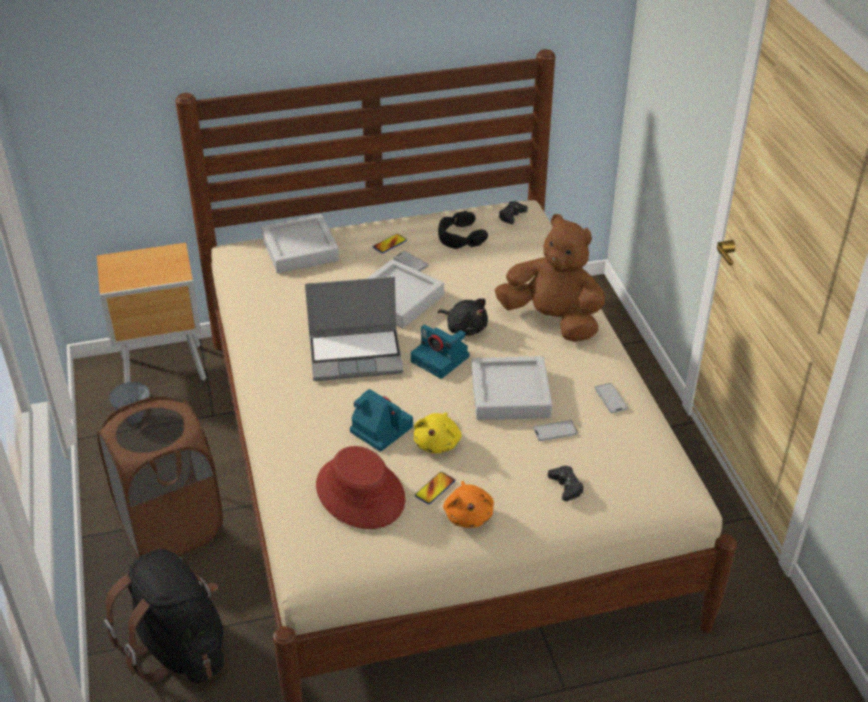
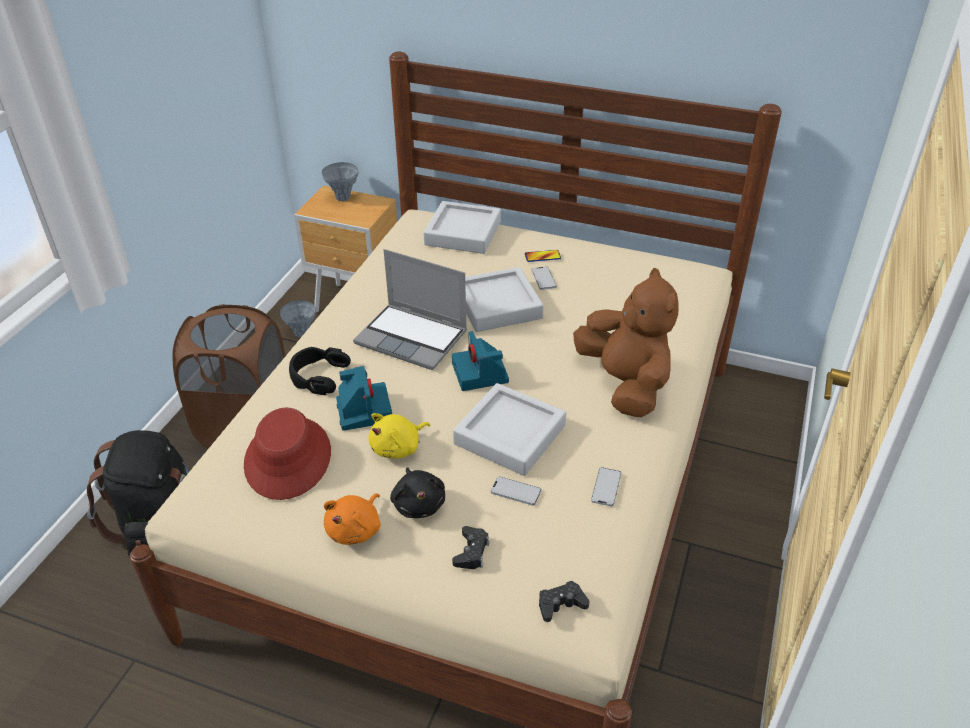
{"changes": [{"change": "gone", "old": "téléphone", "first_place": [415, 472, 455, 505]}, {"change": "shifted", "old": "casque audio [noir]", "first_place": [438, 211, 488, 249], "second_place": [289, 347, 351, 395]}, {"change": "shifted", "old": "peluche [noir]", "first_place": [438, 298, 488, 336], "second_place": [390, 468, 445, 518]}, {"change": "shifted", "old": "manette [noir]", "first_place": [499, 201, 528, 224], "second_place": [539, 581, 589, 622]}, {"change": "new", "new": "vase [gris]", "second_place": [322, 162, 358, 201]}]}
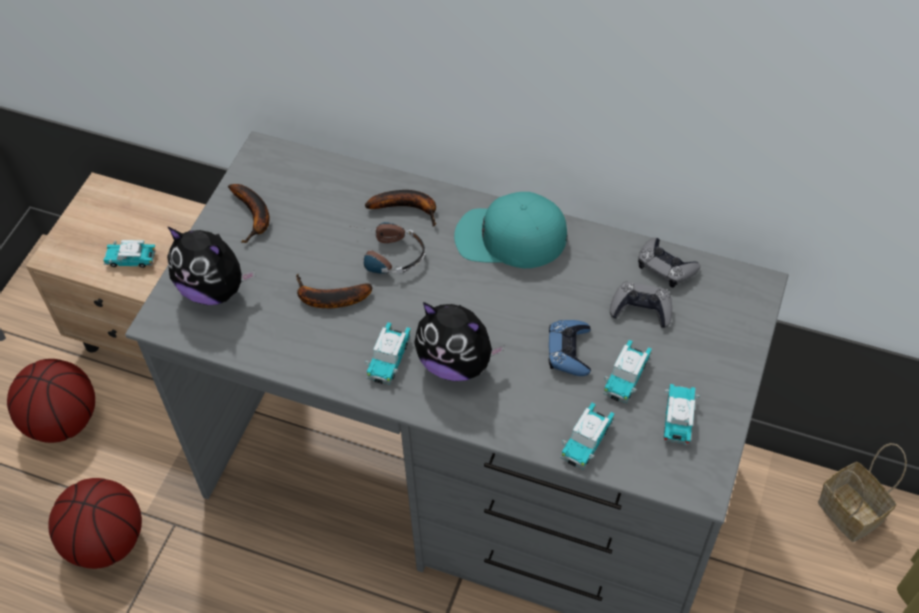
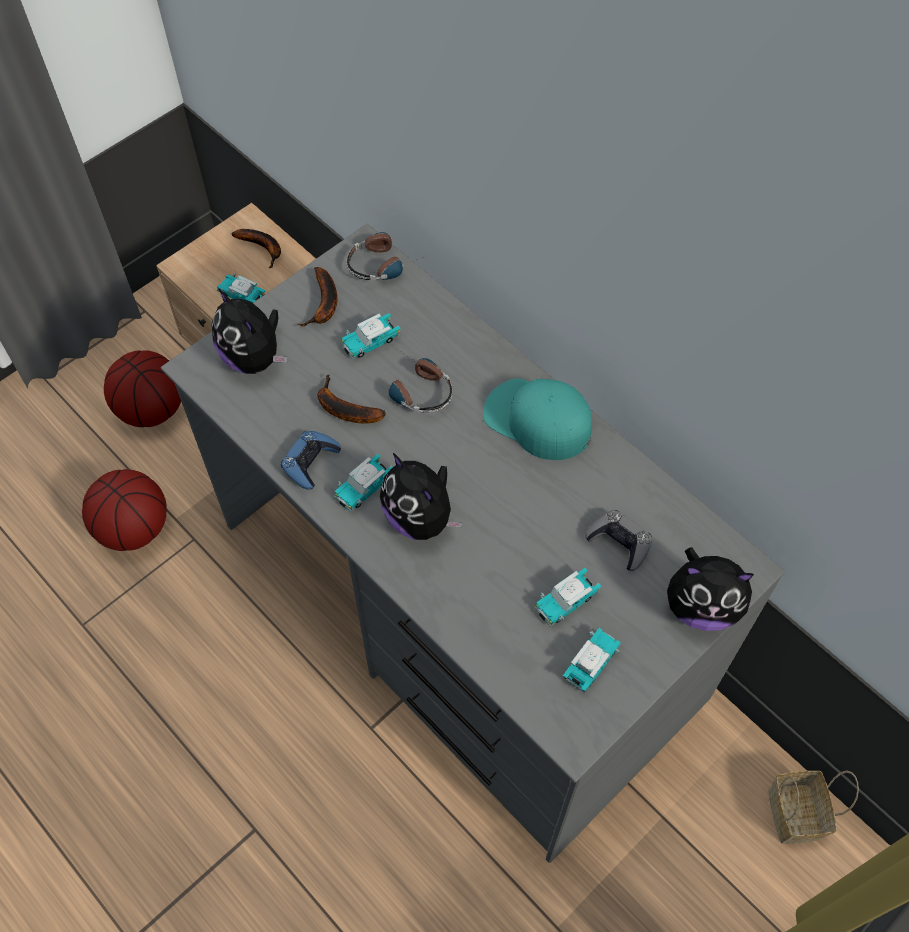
{"changes": [{"change": "shifted", "old": "banane", "first_place": [365, 190, 436, 227], "second_place": [231, 229, 281, 269]}, {"change": "shifted", "old": "manette [bleu]", "first_place": [549, 320, 591, 376], "second_place": [281, 431, 341, 490]}, {"change": "shifted", "old": "petite voiture", "first_place": [560, 403, 614, 469], "second_place": [341, 313, 401, 359]}, {"change": "gone", "old": "manette [gris]", "first_place": [638, 238, 700, 288]}, {"change": "new", "new": "casque audio", "second_place": [346, 232, 424, 281]}, {"change": "new", "new": "peluche", "second_place": [667, 547, 754, 631]}]}
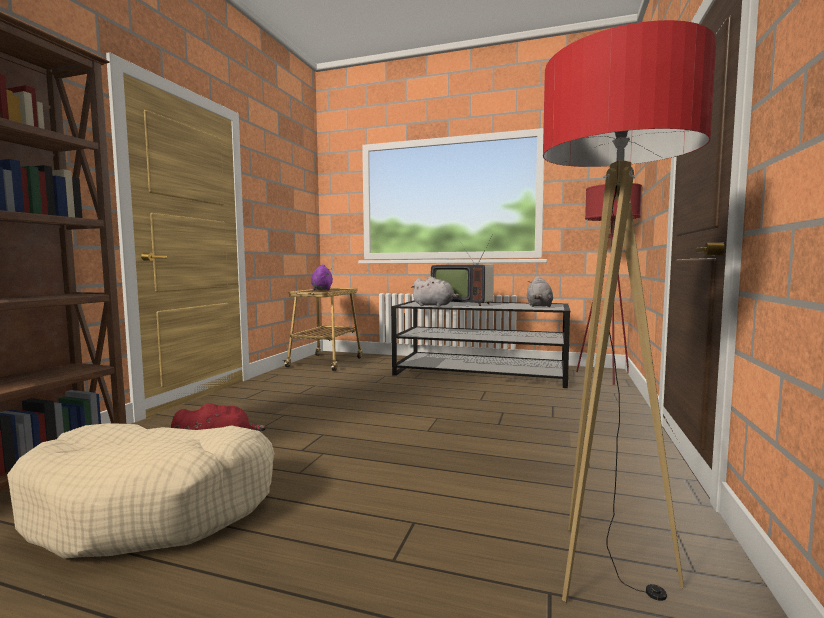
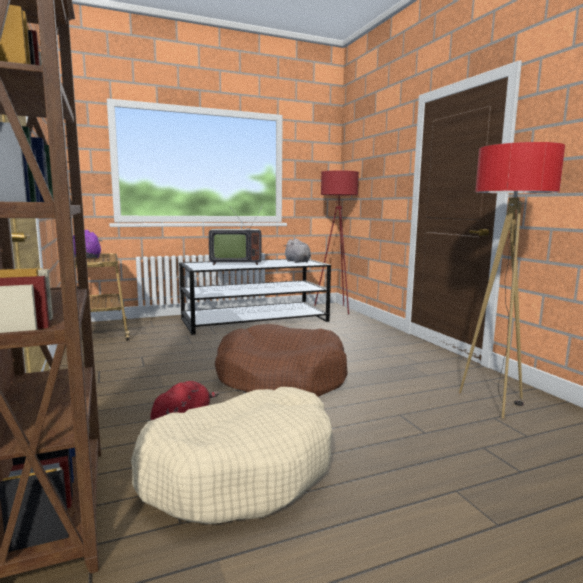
{"changes": [{"change": "gone", "old": "peluche [gris]", "first_place": [411, 276, 460, 307]}, {"change": "new", "new": "panier pour chien [marron]", "second_place": [215, 324, 348, 397]}]}
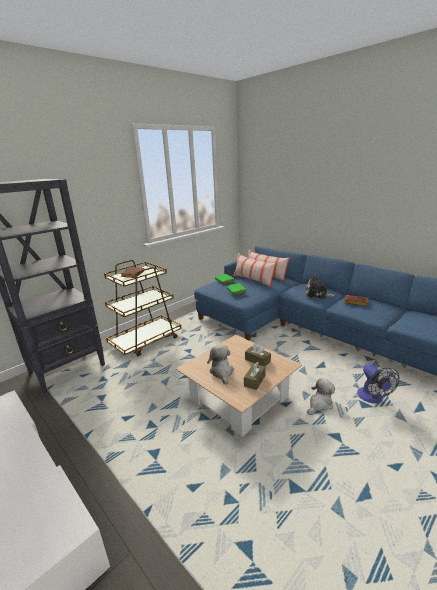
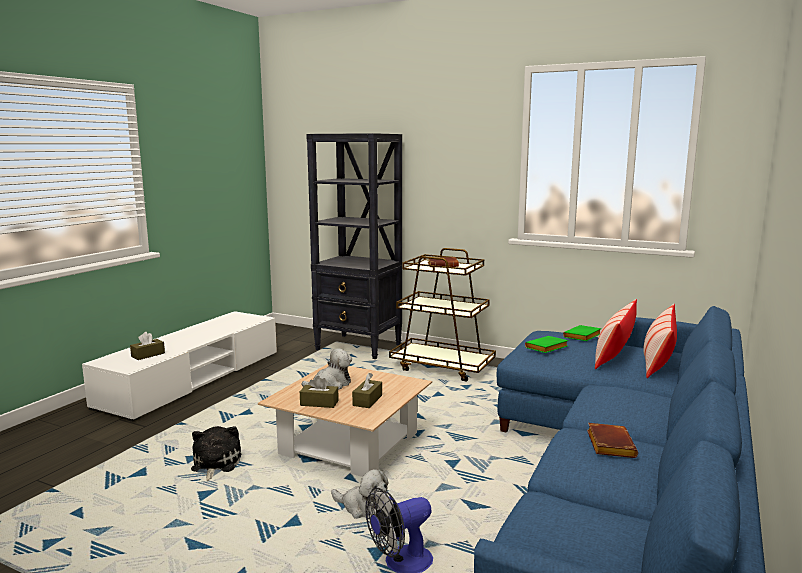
{"changes": [{"change": "shifted", "old": "peluche", "first_place": [306, 274, 336, 299], "second_place": [191, 426, 241, 481]}, {"change": "new", "new": "boîte à mouchoirs [marron]", "second_place": [130, 332, 165, 360]}]}
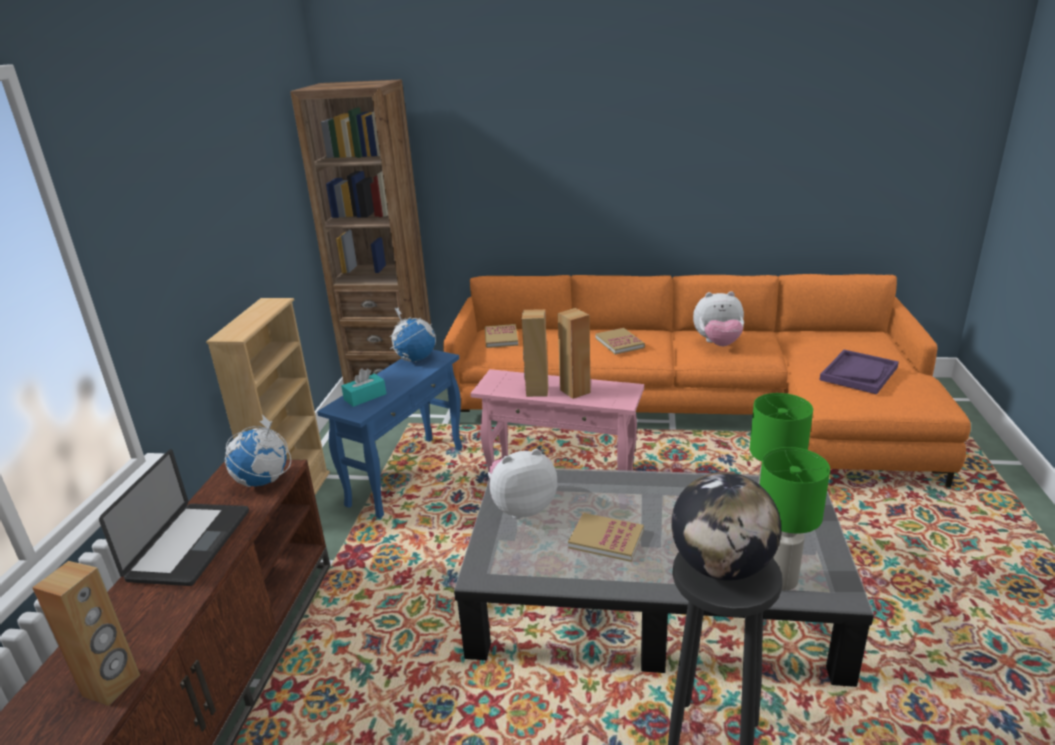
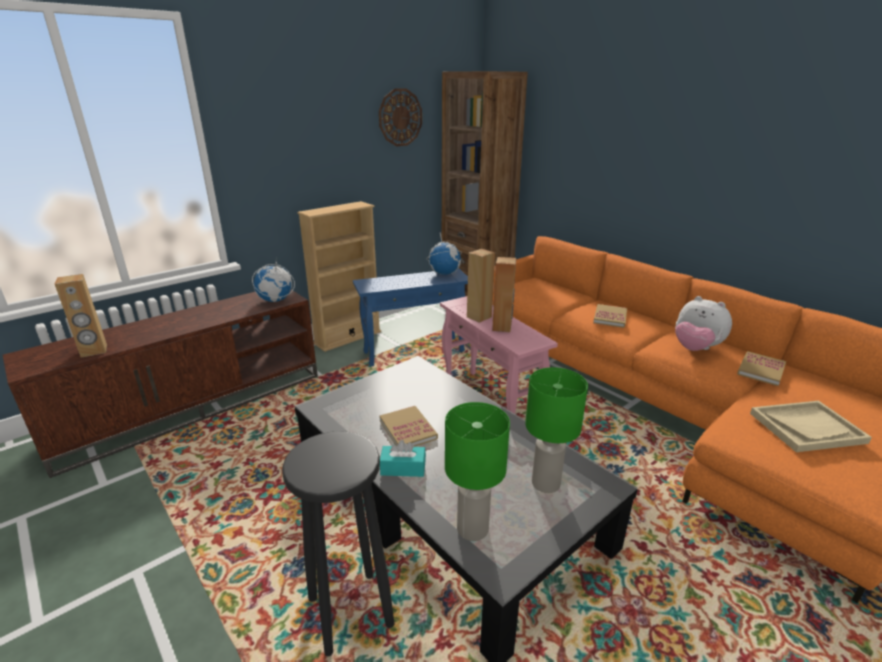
{"changes": [{"change": "gone", "old": "ordinateur portable", "first_place": [99, 449, 249, 586]}, {"change": "shifted", "old": "boîte à mouchoirs [turquoise]", "first_place": [341, 369, 386, 407], "second_place": [380, 440, 426, 477]}, {"change": "shifted", "old": "livre", "first_place": [485, 324, 518, 348], "second_place": [737, 352, 786, 386]}, {"change": "gone", "old": "peluche", "first_place": [488, 449, 557, 519]}, {"change": "gone", "old": "globe", "first_place": [671, 472, 781, 581]}, {"change": "repainted", "old": "plateau [violet]", "new": "plateau [beige]", "first_place": [820, 350, 899, 394], "second_place": [750, 401, 872, 452]}, {"change": "new", "new": "horloge murale", "second_place": [379, 88, 422, 146]}]}
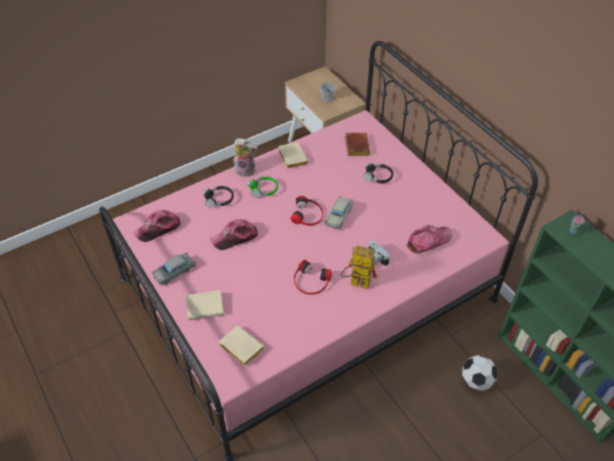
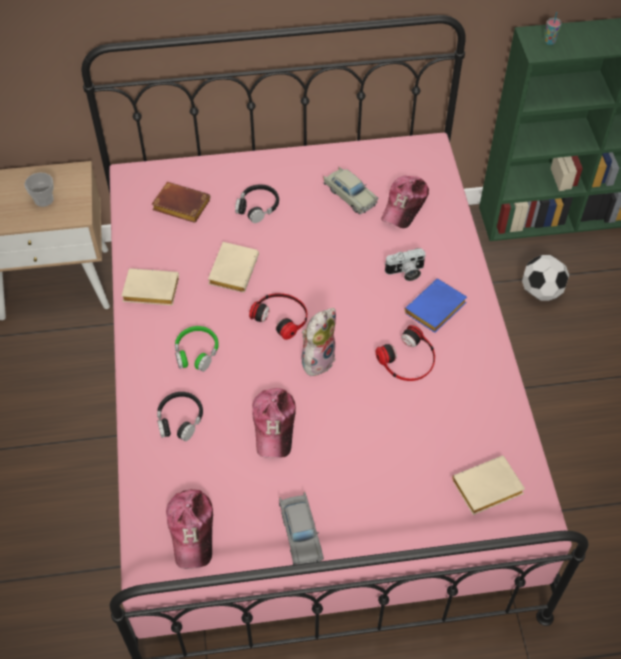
{"changes": [{"change": "shifted", "old": "livre [beige]", "first_place": [185, 290, 224, 320], "second_place": [208, 242, 259, 292]}, {"change": "shifted", "old": "peluche", "first_place": [233, 138, 258, 177], "second_place": [302, 308, 336, 376]}, {"change": "shifted", "old": "petite voiture [beige]", "first_place": [325, 196, 353, 229], "second_place": [324, 167, 378, 214]}, {"change": "swapped", "old": "robot jouet", "new": "livre [bleu]", "first_place": [341, 246, 377, 289], "second_place": [404, 279, 467, 333]}, {"change": "rotated", "old": "casquette", "first_place": [407, 225, 452, 254], "second_place": [381, 176, 429, 228], "degrees": -150}]}
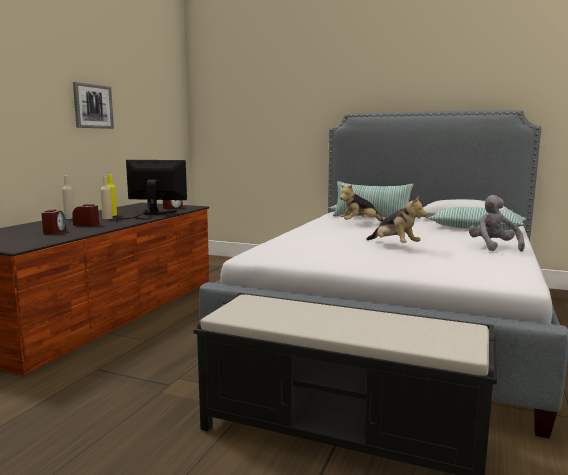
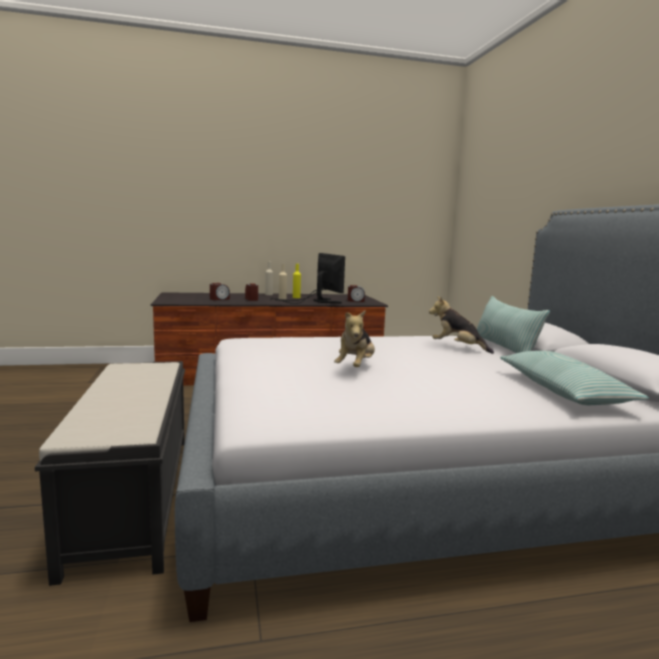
{"changes": [{"change": "gone", "old": "tableau", "first_place": [73, 82, 114, 129]}, {"change": "gone", "old": "peluche [gris]", "first_place": [469, 195, 525, 252]}]}
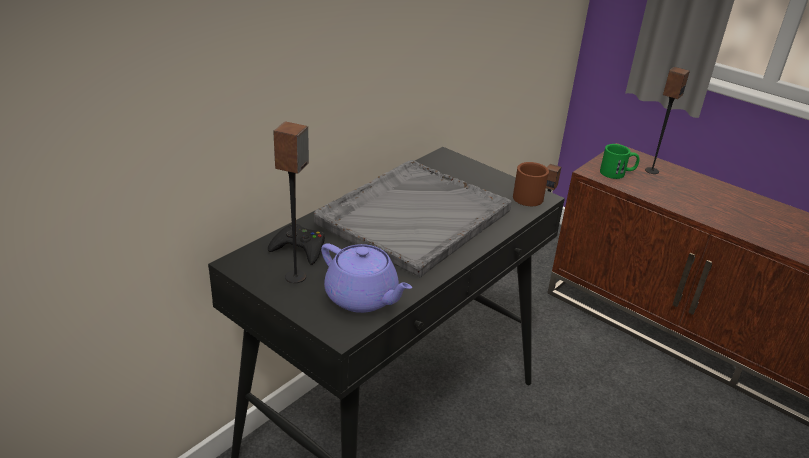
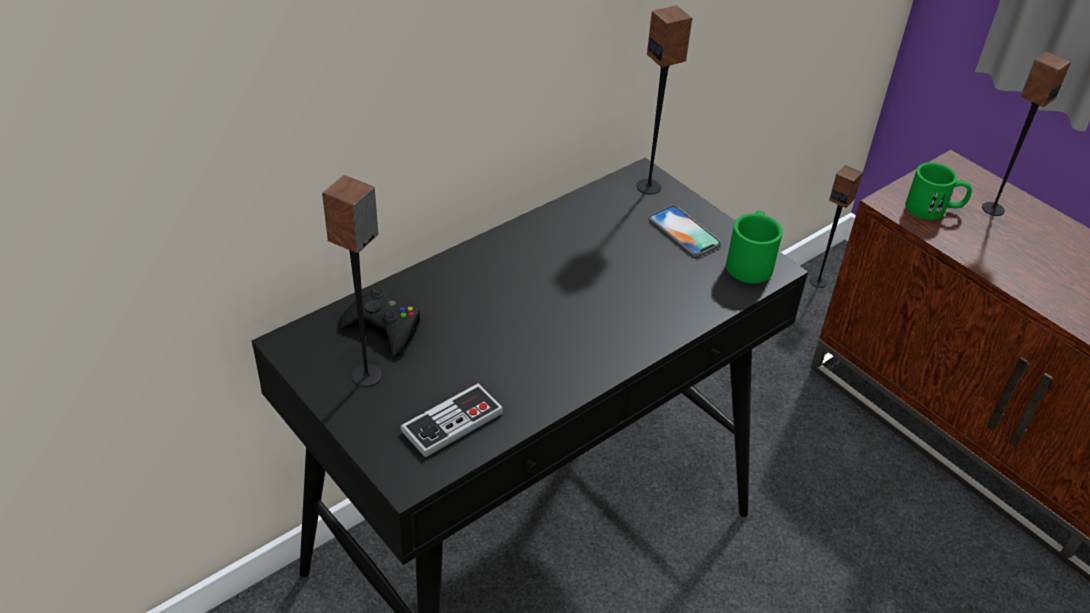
{"changes": [{"change": "gone", "old": "plateau [gris]", "first_place": [314, 160, 512, 278]}, {"change": "swapped", "old": "théière [violet]", "new": "manette", "first_place": [321, 243, 412, 313], "second_place": [400, 383, 504, 458]}, {"change": "repainted", "old": "mug [marron]", "new": "mug [vert]", "first_place": [513, 162, 549, 206], "second_place": [726, 211, 783, 283]}, {"change": "new", "new": "enceinte", "second_place": [637, 6, 692, 195]}, {"change": "new", "new": "téléphone", "second_place": [649, 205, 721, 257]}]}
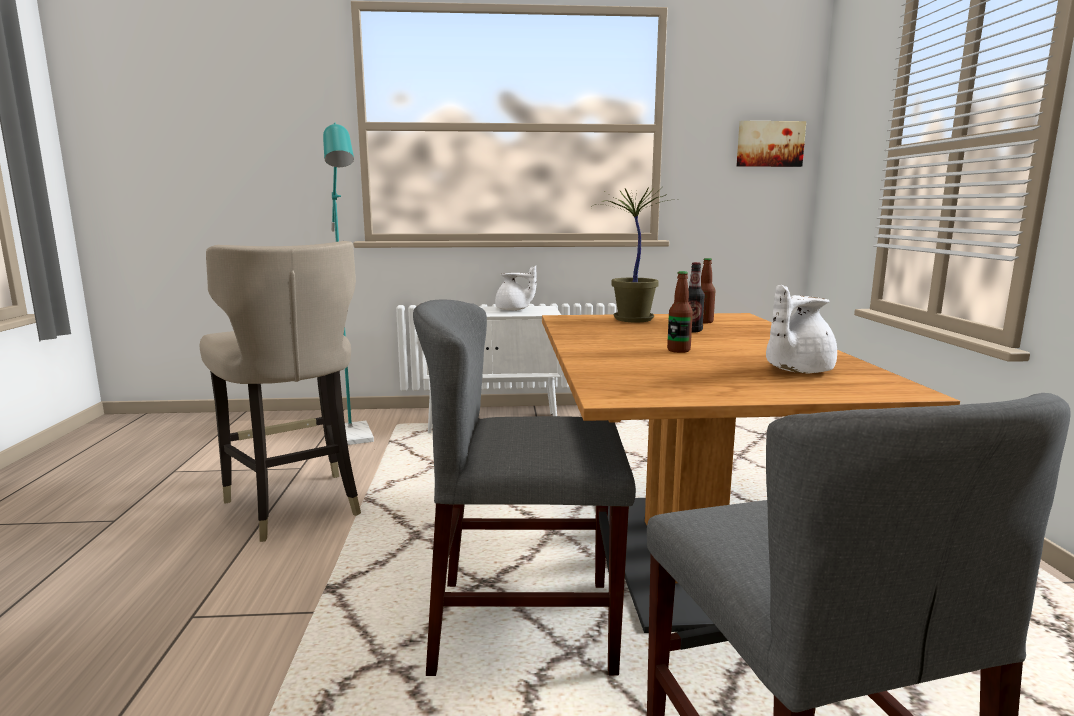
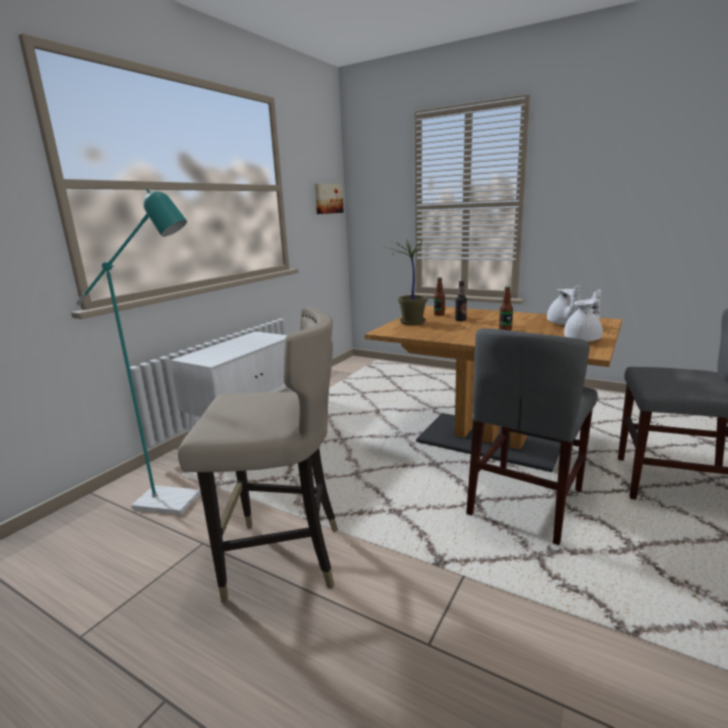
{"changes": [{"change": "shifted", "old": "théière [blanc]", "first_place": [495, 265, 537, 311], "second_place": [564, 289, 603, 342]}]}
